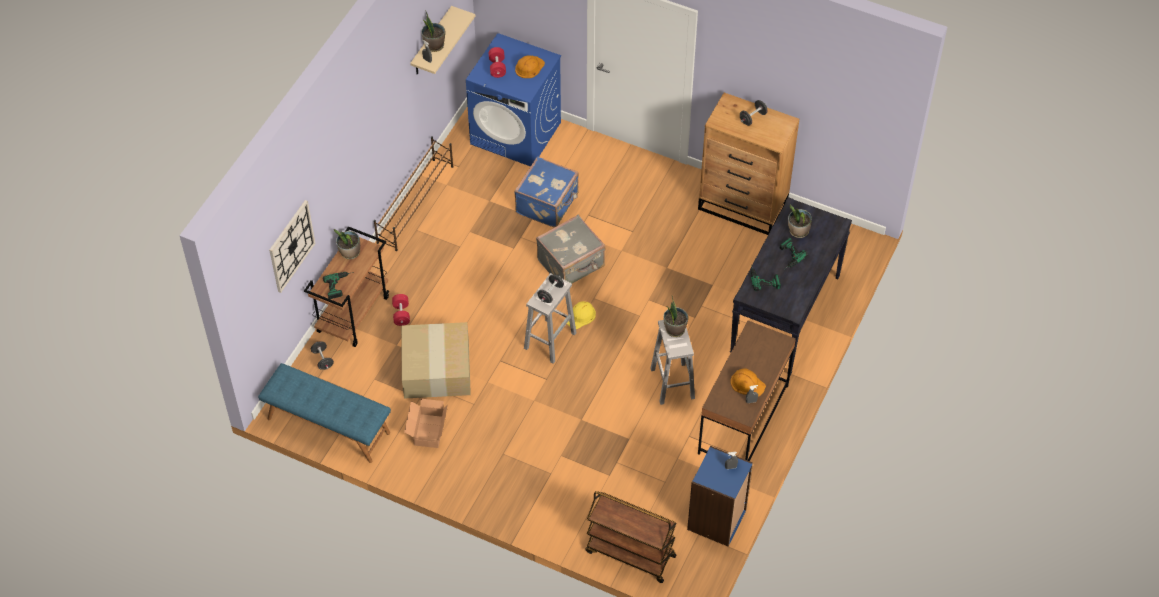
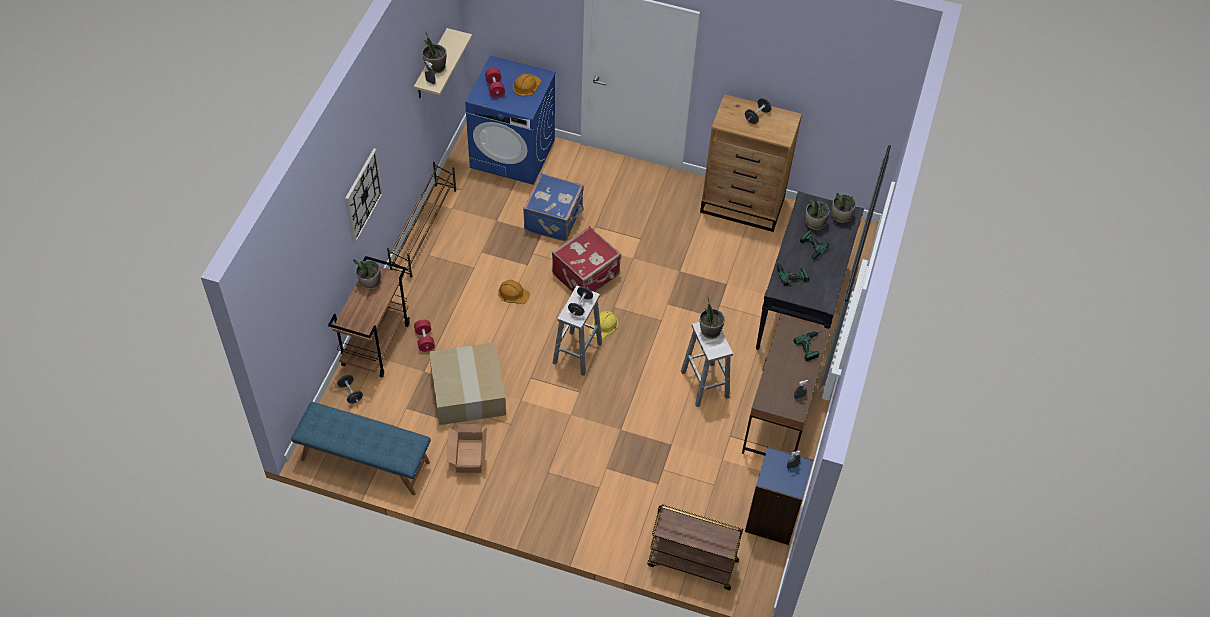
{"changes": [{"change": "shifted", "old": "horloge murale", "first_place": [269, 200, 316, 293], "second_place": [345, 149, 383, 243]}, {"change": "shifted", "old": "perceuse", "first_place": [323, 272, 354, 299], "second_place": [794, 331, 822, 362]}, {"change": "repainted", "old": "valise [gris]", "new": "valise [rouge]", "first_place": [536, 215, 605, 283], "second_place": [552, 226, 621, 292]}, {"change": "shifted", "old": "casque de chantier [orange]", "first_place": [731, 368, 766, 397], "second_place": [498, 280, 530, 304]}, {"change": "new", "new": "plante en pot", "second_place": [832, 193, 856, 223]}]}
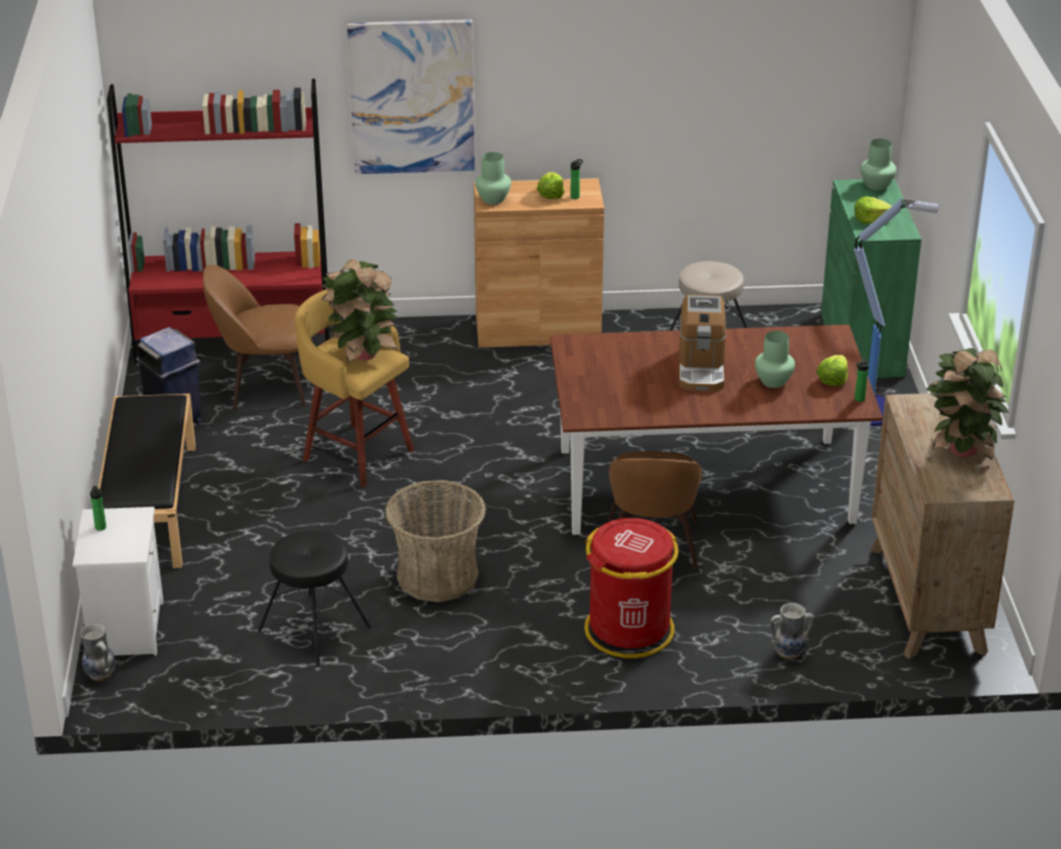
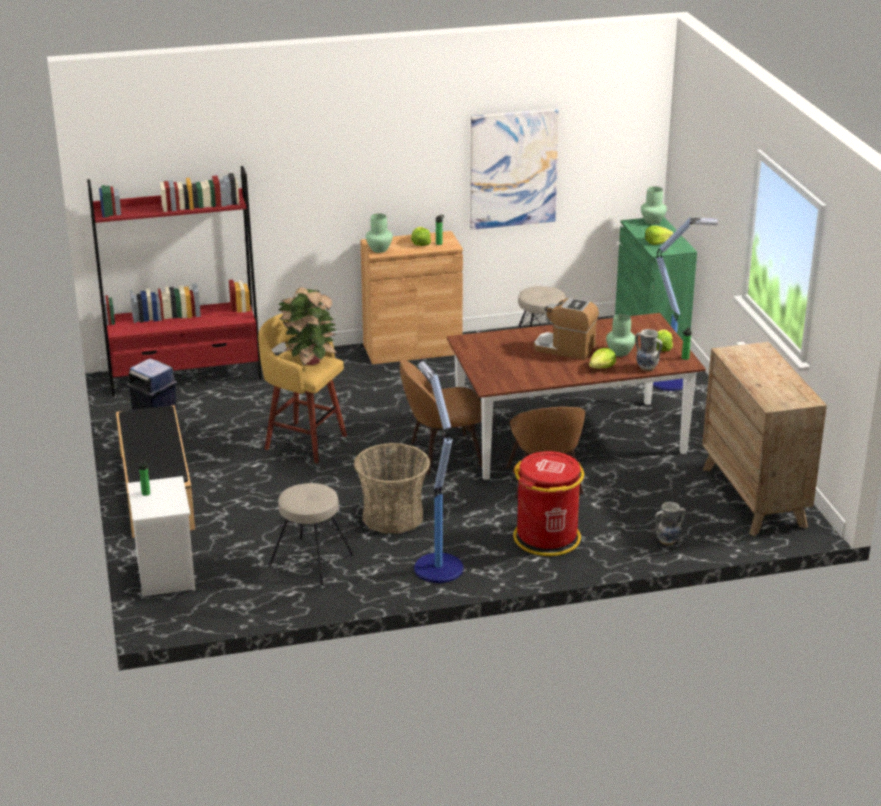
{"changes": [{"change": "shifted", "old": "vase", "first_place": [80, 623, 116, 681], "second_place": [635, 329, 662, 371]}, {"change": "shifted", "old": "chaise [marron]", "first_place": [203, 265, 306, 410], "second_place": [400, 359, 482, 475]}, {"change": "repainted", "old": "tabouret [noir]", "new": "tabouret [beige]", "first_place": [258, 530, 371, 666], "second_place": [268, 483, 354, 585]}, {"change": "shifted", "old": "tableau", "first_place": [347, 20, 475, 174], "second_place": [470, 109, 559, 230]}, {"change": "rotated", "old": "machine à café", "first_place": [679, 295, 726, 391], "second_place": [534, 298, 599, 360], "degrees": 120}, {"change": "gone", "old": "plante en pot", "first_place": [925, 348, 1009, 460]}, {"change": "new", "new": "lampadaire", "second_place": [414, 362, 464, 583]}, {"change": "new", "new": "laitue", "second_place": [589, 348, 616, 369]}]}
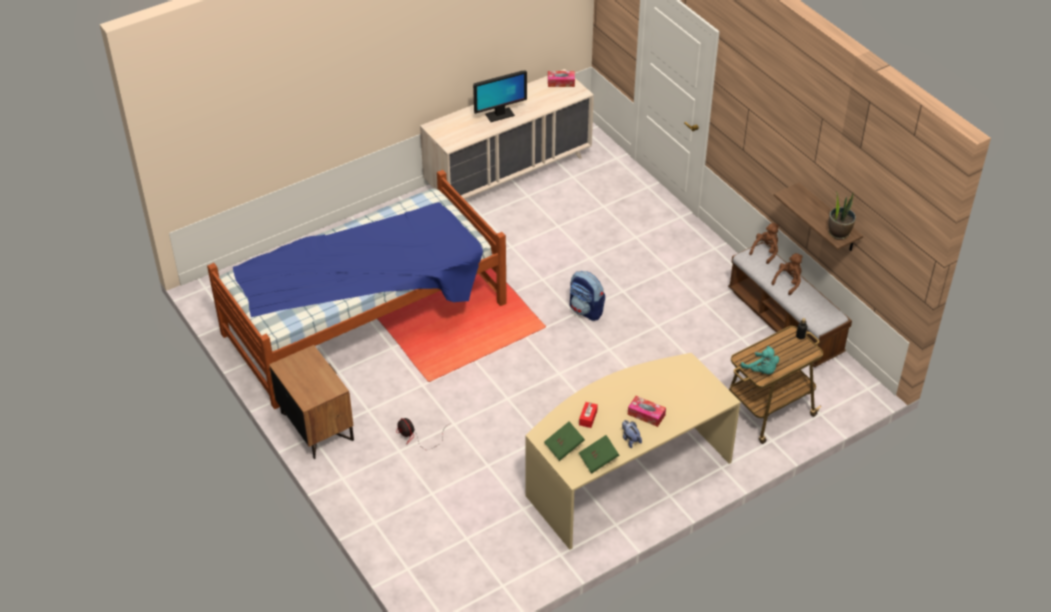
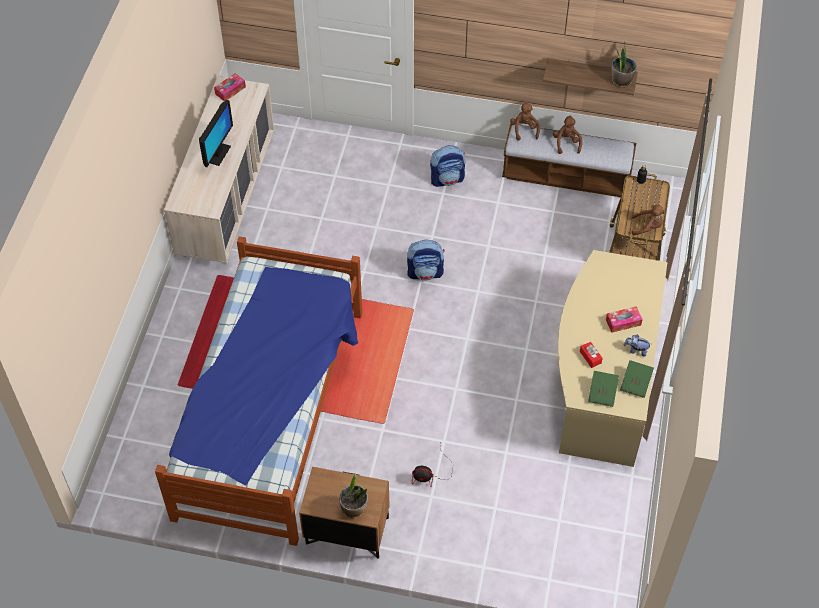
{"changes": [{"change": "repainted", "old": "peluche [turquoise]", "new": "peluche [marron]", "first_place": [741, 346, 779, 374], "second_place": [632, 205, 665, 235]}, {"change": "new", "new": "plante en pot", "second_place": [339, 473, 368, 518]}, {"change": "new", "new": "sac à dos", "second_place": [430, 145, 465, 187]}]}
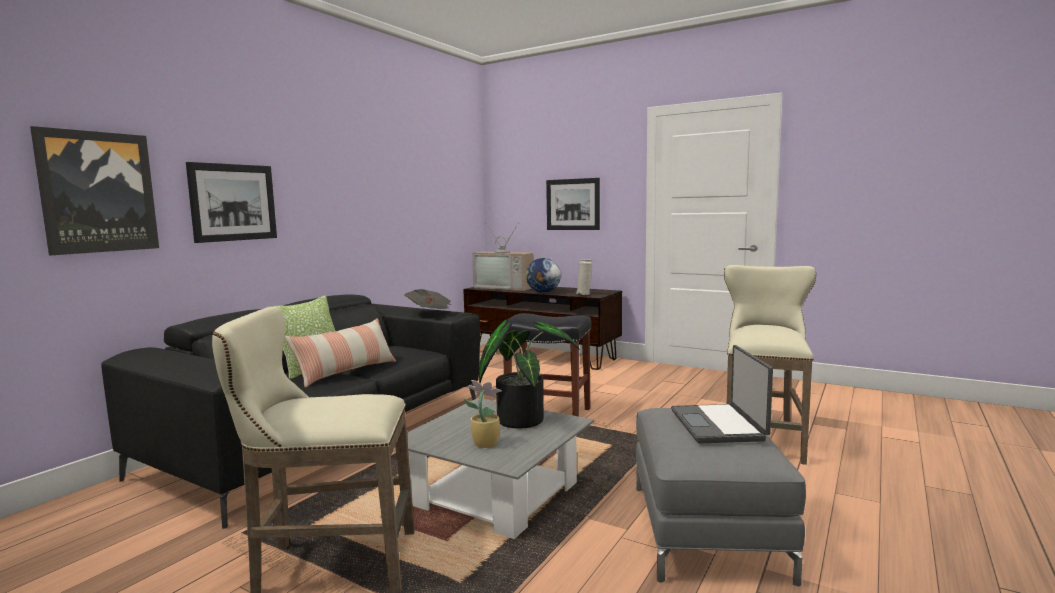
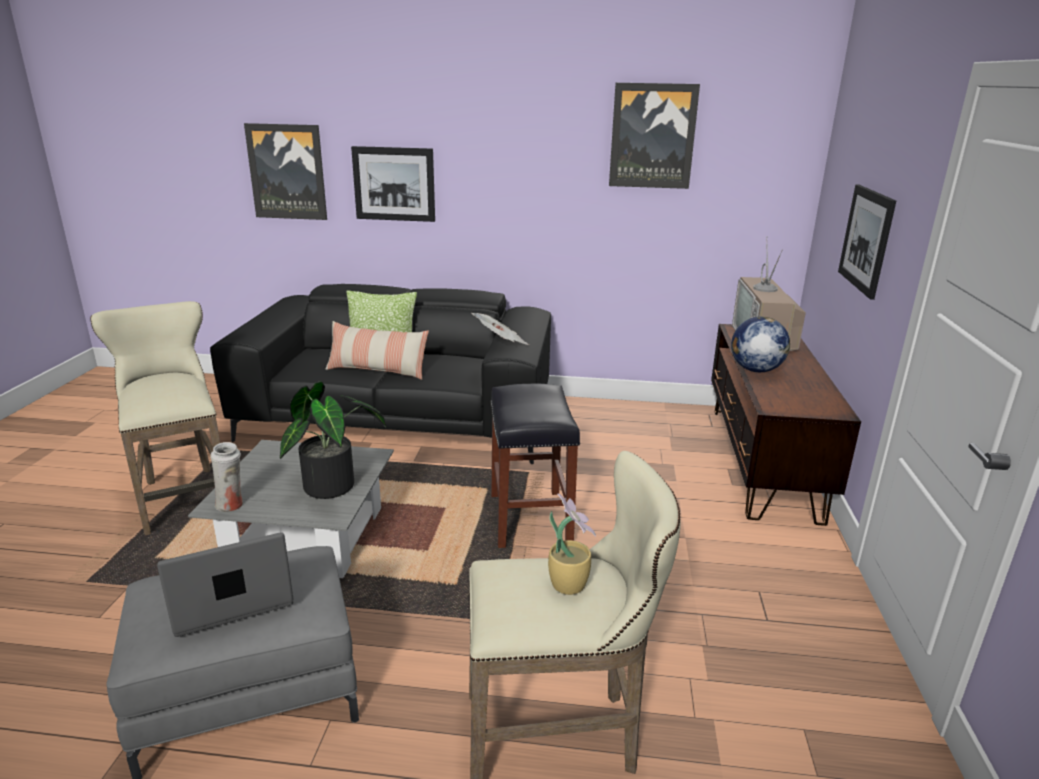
{"changes": [{"change": "shifted", "old": "plante en pot", "first_place": [464, 380, 502, 448], "second_place": [548, 493, 596, 595]}, {"change": "shifted", "old": "vase [blanc]", "first_place": [576, 259, 593, 295], "second_place": [210, 442, 243, 512]}, {"change": "new", "new": "tableau", "second_place": [609, 83, 700, 189]}]}
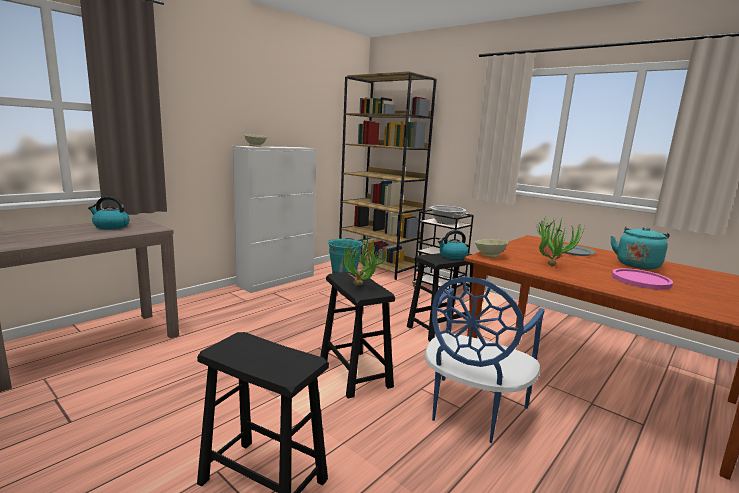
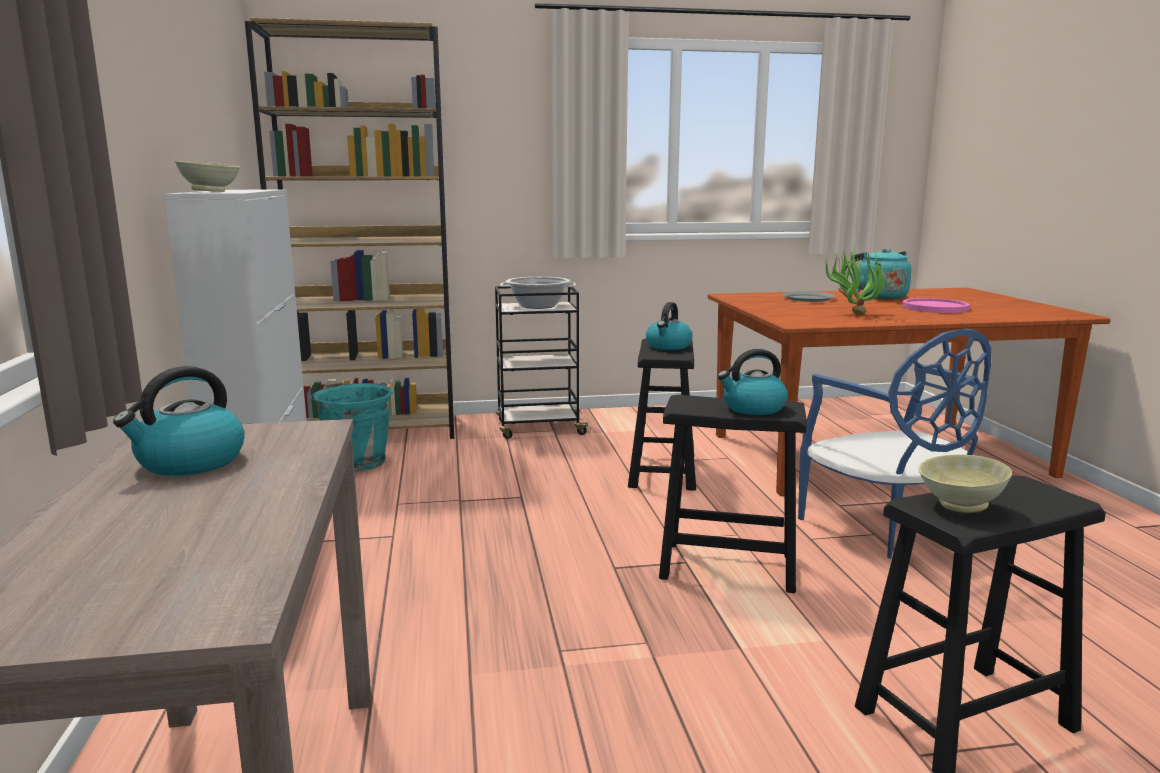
{"changes": [{"change": "swapped", "old": "plante en pot", "new": "bouilloire", "first_place": [344, 236, 388, 285], "second_place": [718, 349, 788, 415]}, {"change": "shifted", "old": "bol [beige]", "first_place": [475, 239, 508, 257], "second_place": [918, 455, 1012, 513]}]}
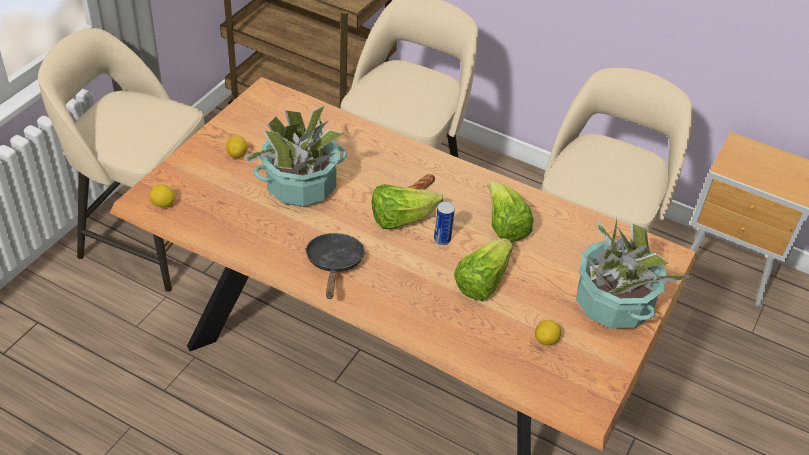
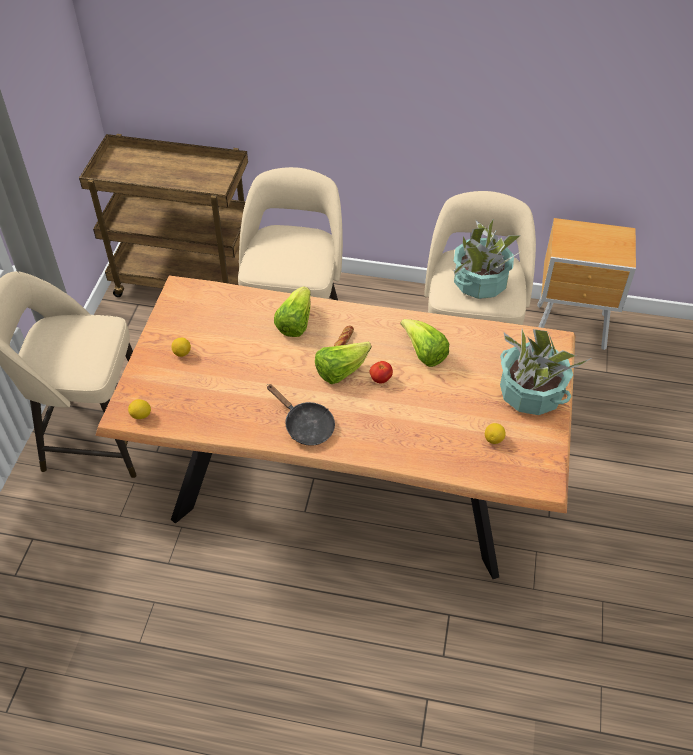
{"changes": [{"change": "shifted", "old": "plante en pot", "first_place": [244, 106, 347, 207], "second_place": [453, 220, 521, 299]}, {"change": "rotated", "old": "poêle [noir]", "first_place": [305, 233, 366, 299], "second_place": [267, 384, 335, 446], "degrees": 150}, {"change": "swapped", "old": "boîte métallique", "new": "tomate", "first_place": [434, 201, 455, 245], "second_place": [370, 361, 393, 383]}, {"change": "shifted", "old": "laitue", "first_place": [454, 239, 513, 301], "second_place": [274, 287, 311, 337]}]}
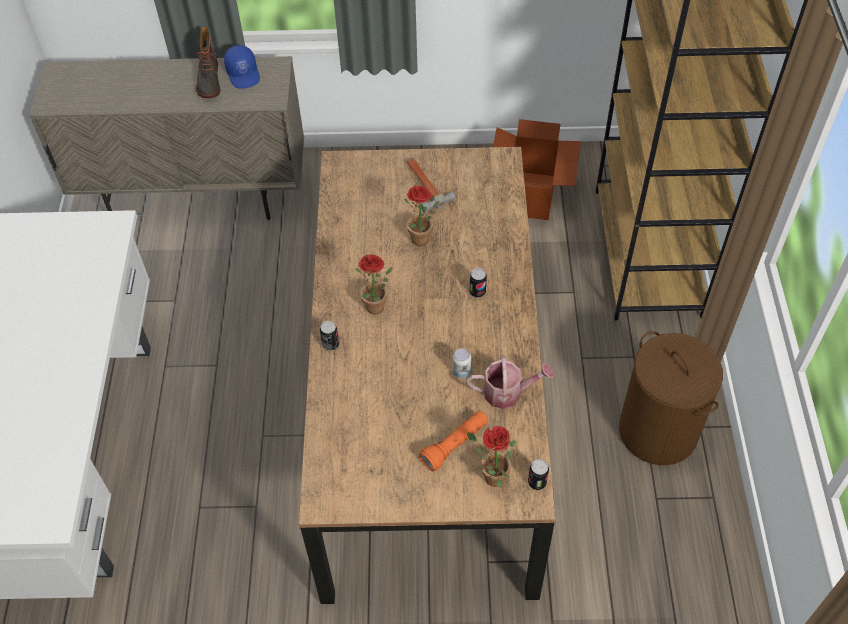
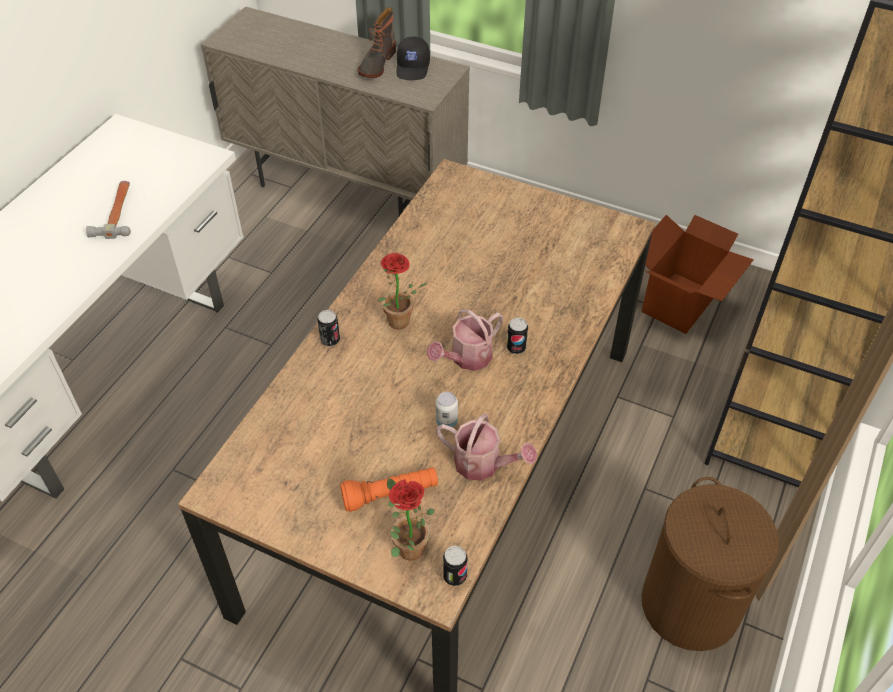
{"changes": [{"change": "repainted", "old": "casquette [bleu]", "new": "casquette [noir]", "first_place": [224, 45, 260, 88], "second_place": [396, 37, 430, 80]}, {"change": "gone", "old": "plante en pot", "first_place": [404, 185, 439, 246]}, {"change": "shifted", "old": "marteau", "first_place": [406, 158, 456, 213], "second_place": [86, 181, 131, 239]}, {"change": "new", "new": "arrosoir", "second_place": [427, 309, 503, 371]}]}
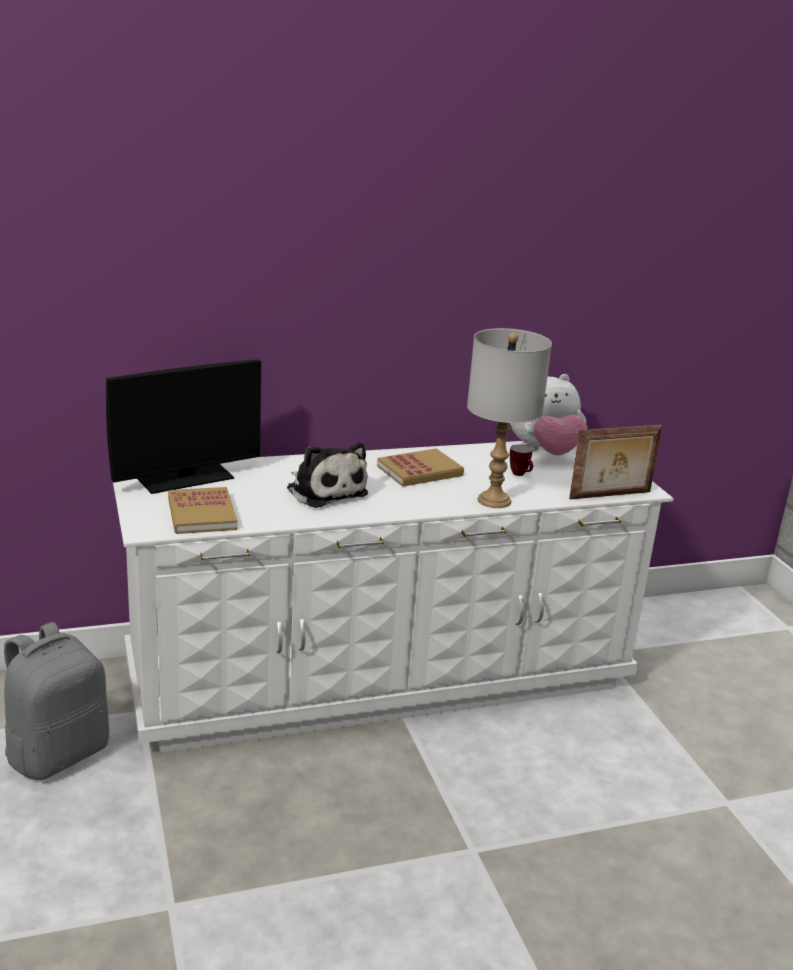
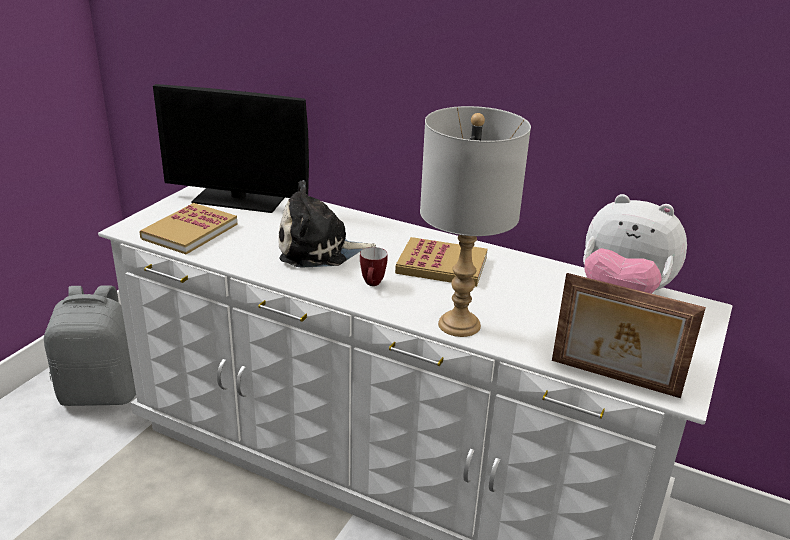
{"changes": [{"change": "rotated", "old": "peluche", "first_place": [287, 442, 368, 508], "second_place": [278, 180, 376, 268], "degrees": 75}, {"change": "shifted", "old": "mug", "first_place": [510, 444, 533, 476], "second_place": [360, 247, 387, 286]}]}
